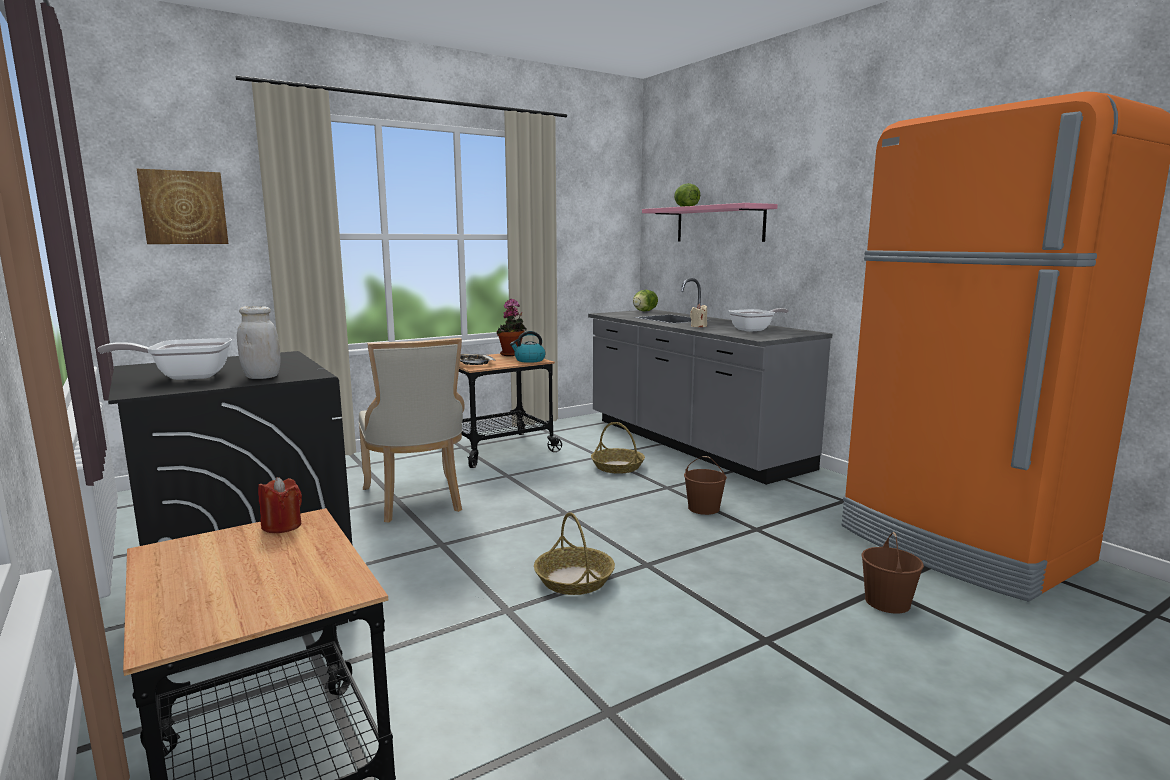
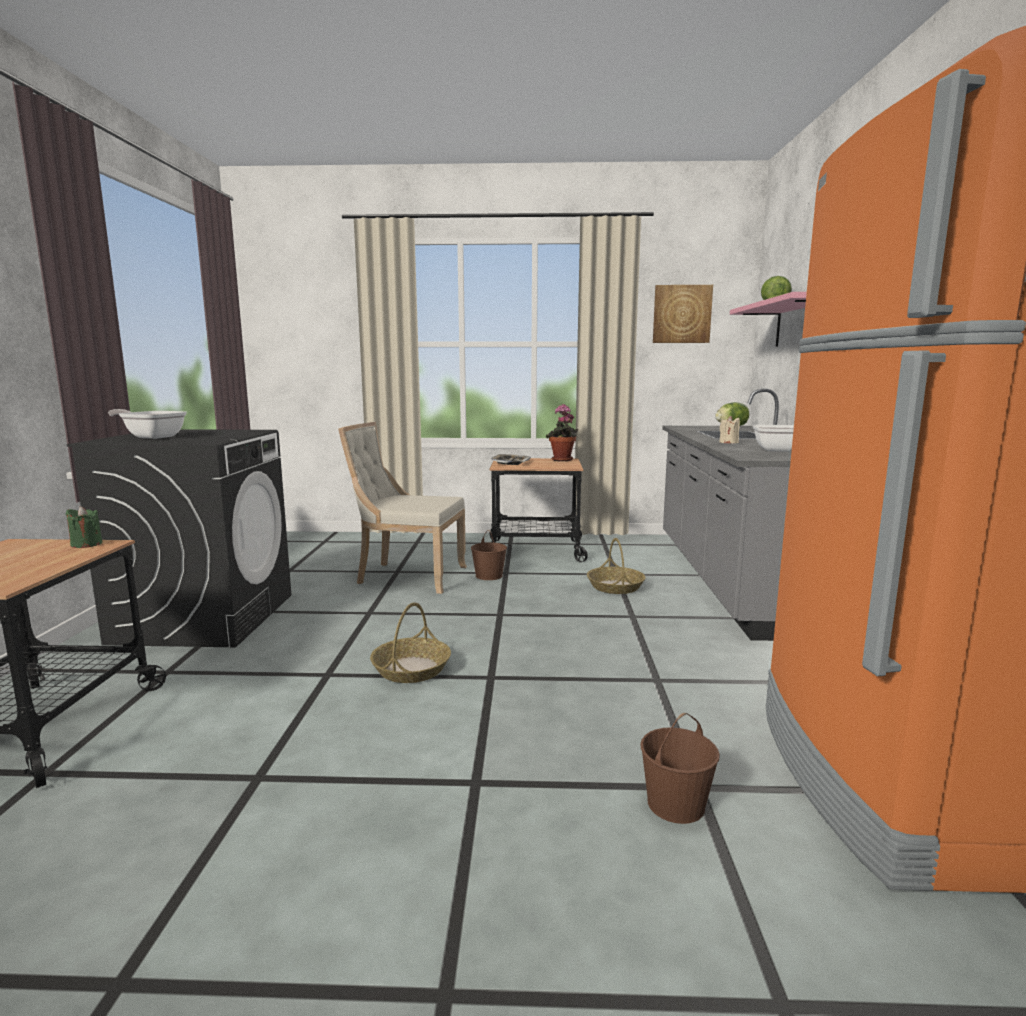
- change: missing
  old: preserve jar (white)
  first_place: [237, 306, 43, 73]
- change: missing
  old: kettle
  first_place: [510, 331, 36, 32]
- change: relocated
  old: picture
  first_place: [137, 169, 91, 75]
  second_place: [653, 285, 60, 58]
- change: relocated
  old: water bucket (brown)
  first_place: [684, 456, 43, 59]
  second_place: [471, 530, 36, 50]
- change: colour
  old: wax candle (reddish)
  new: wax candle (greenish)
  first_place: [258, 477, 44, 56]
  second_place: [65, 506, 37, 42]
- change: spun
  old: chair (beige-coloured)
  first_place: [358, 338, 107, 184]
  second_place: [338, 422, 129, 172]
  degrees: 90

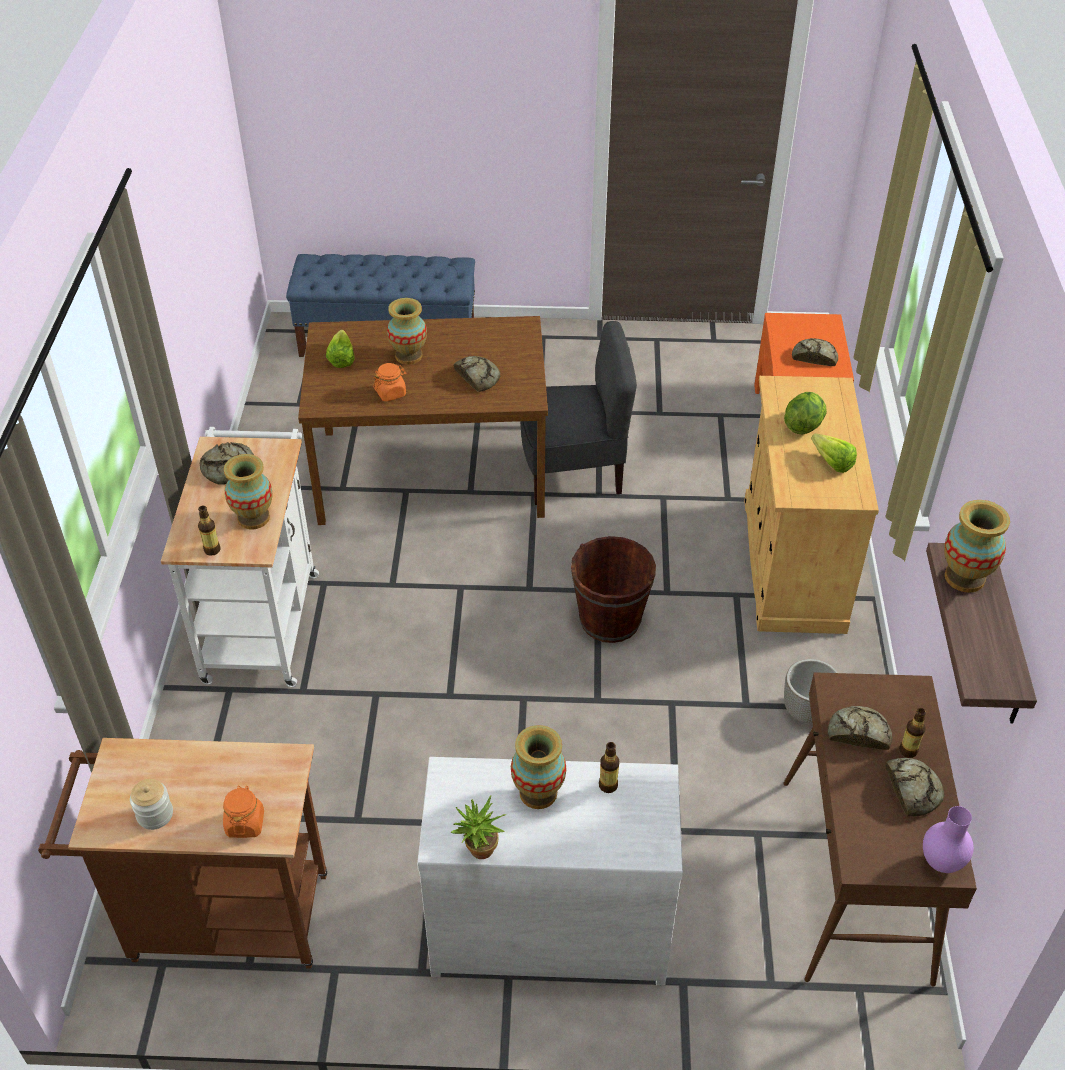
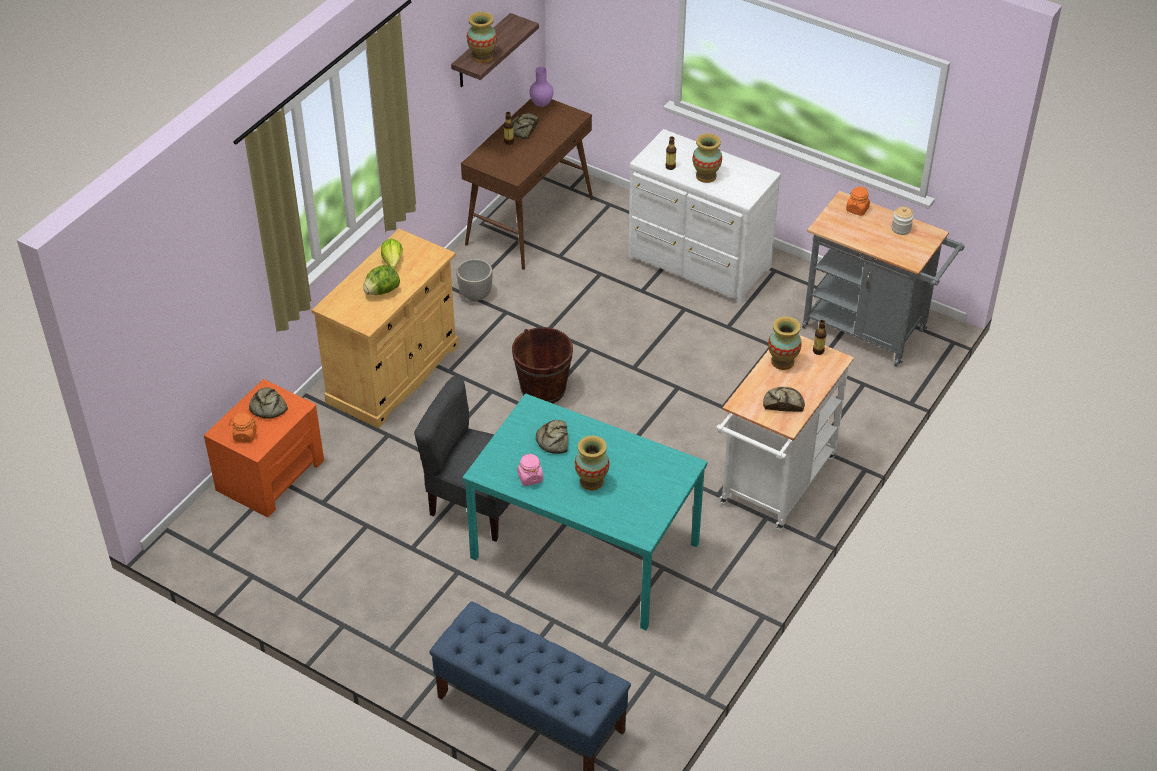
- change: missing
  old: head of lettuce
  first_place: [326, 330, 29, 38]
- change: missing
  old: houseplant
  first_place: [451, 796, 55, 63]
- change: missing
  old: bread
  first_place: [828, 706, 64, 44]
- change: appeared
  new: preserve jar (pink-coloured)
  second_place: [517, 453, 26, 33]
- change: relocated
  old: preserve jar (orange)
  first_place: [373, 363, 33, 39]
  second_place: [229, 413, 29, 29]
- change: colour
  old: wheeled cart (brown)
  new: wheeled cart (grey)
  first_place: [38, 738, 289, 230]
  second_place: [802, 191, 163, 176]
- change: colour
  old: kitchen table (brown)
  new: kitchen table (blue-green)
  first_place: [298, 316, 250, 209]
  second_place: [462, 393, 245, 237]

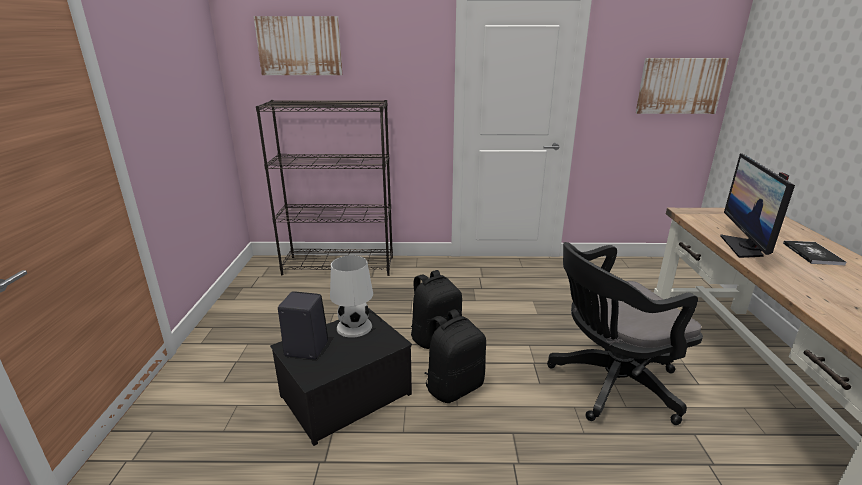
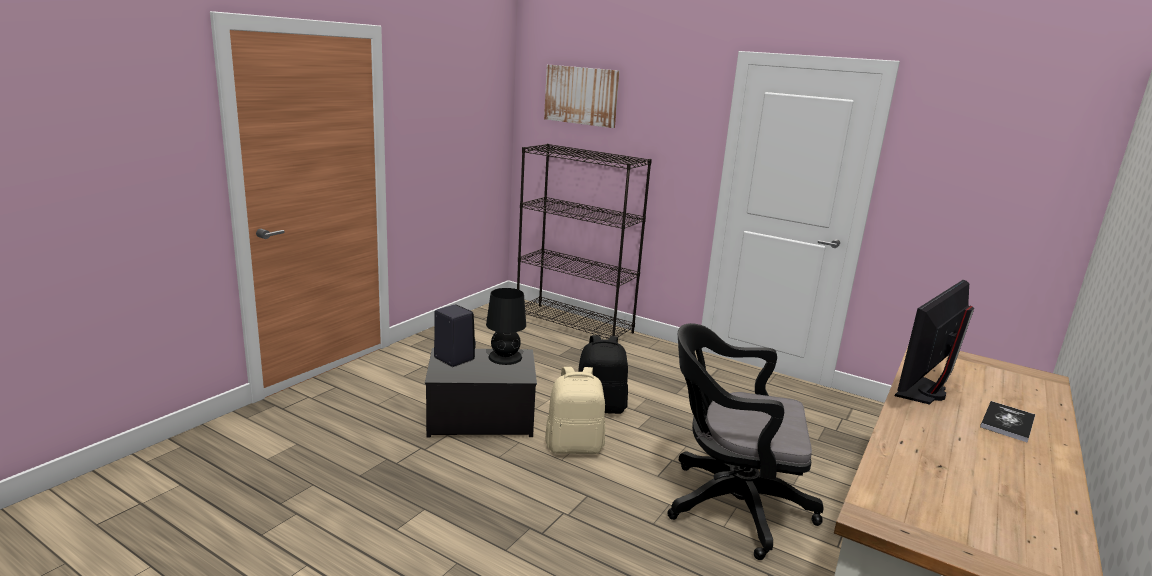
- change: missing
  old: picture
  first_place: [636, 58, 93, 56]
- change: colour
  old: table lamp (white)
  new: table lamp (black-coloured)
  first_place: [330, 255, 43, 83]
  second_place: [486, 288, 40, 77]
- change: colour
  old: backpack (black-coloured)
  new: backpack (beige-coloured)
  first_place: [424, 309, 62, 94]
  second_place: [545, 367, 60, 87]

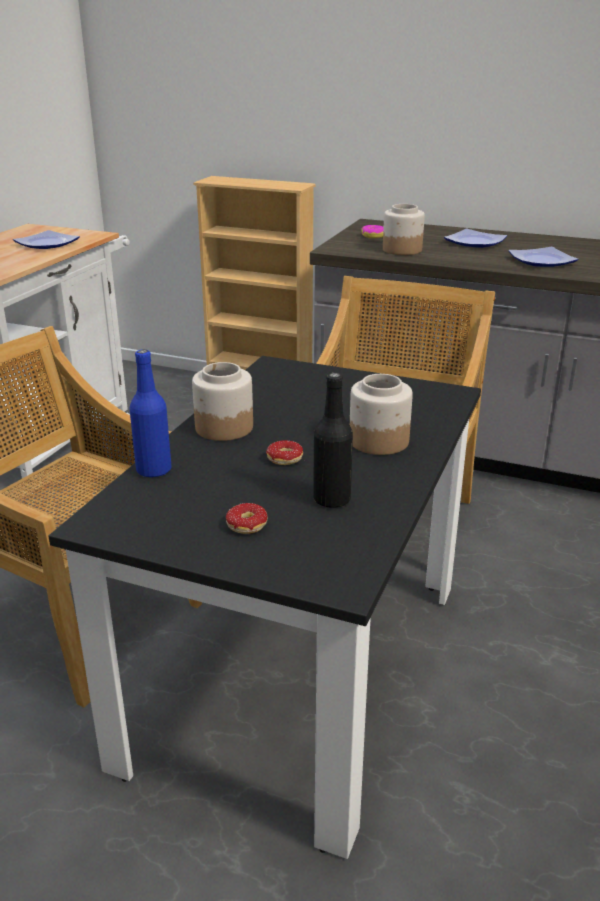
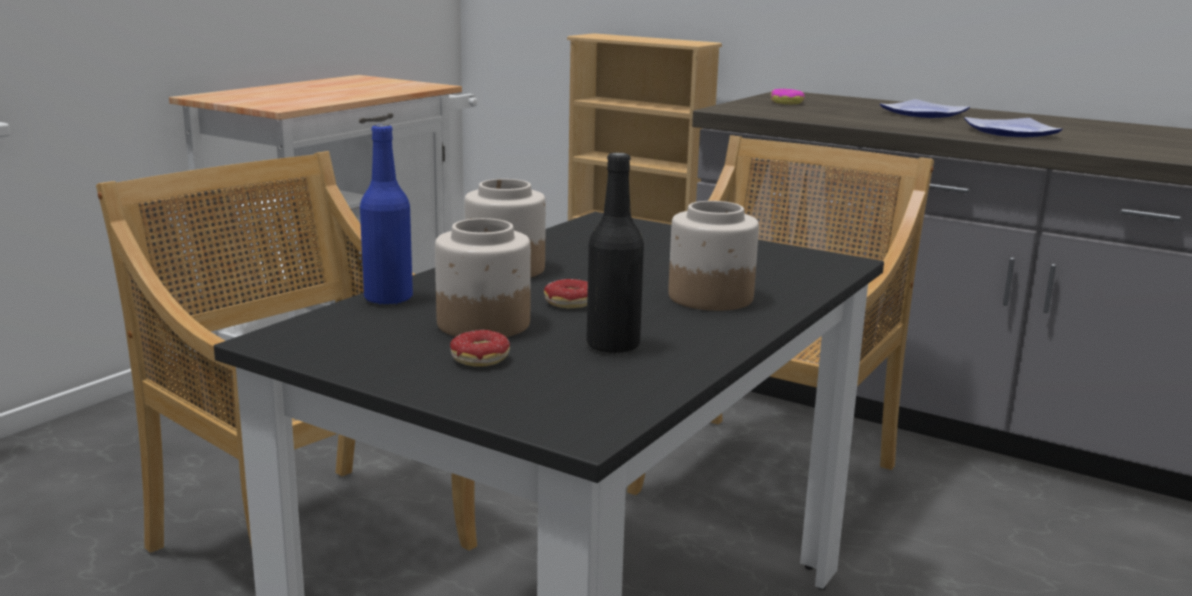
- change: missing
  old: plate
  first_place: [13, 230, 67, 19]
- change: relocated
  old: preserve jar
  first_place: [383, 204, 42, 51]
  second_place: [435, 218, 96, 119]

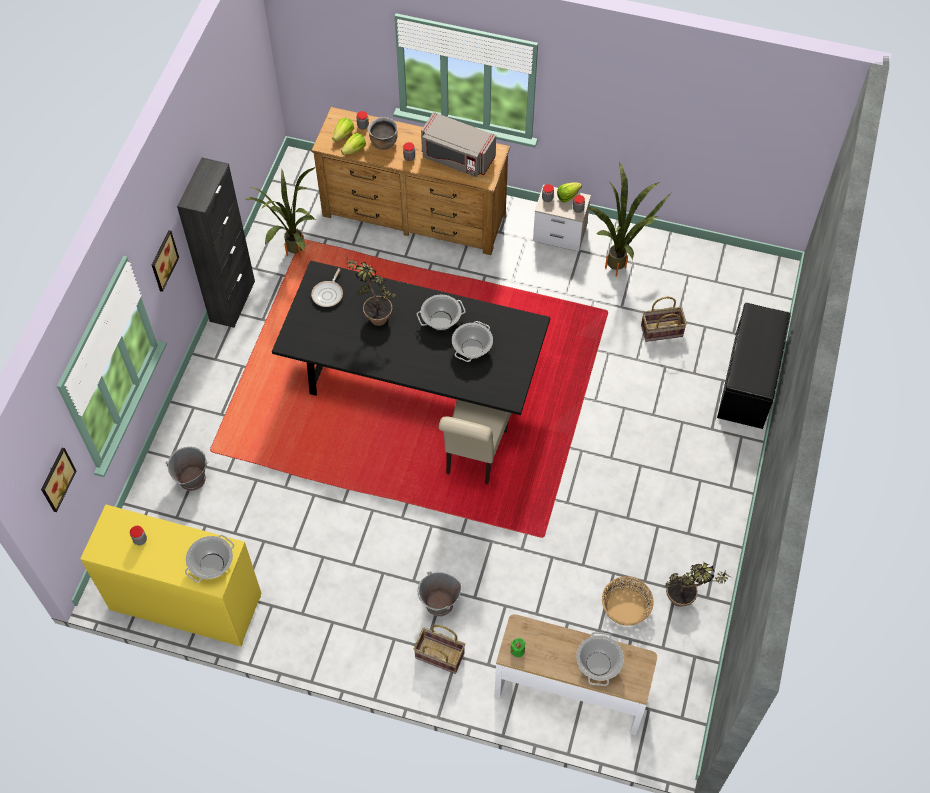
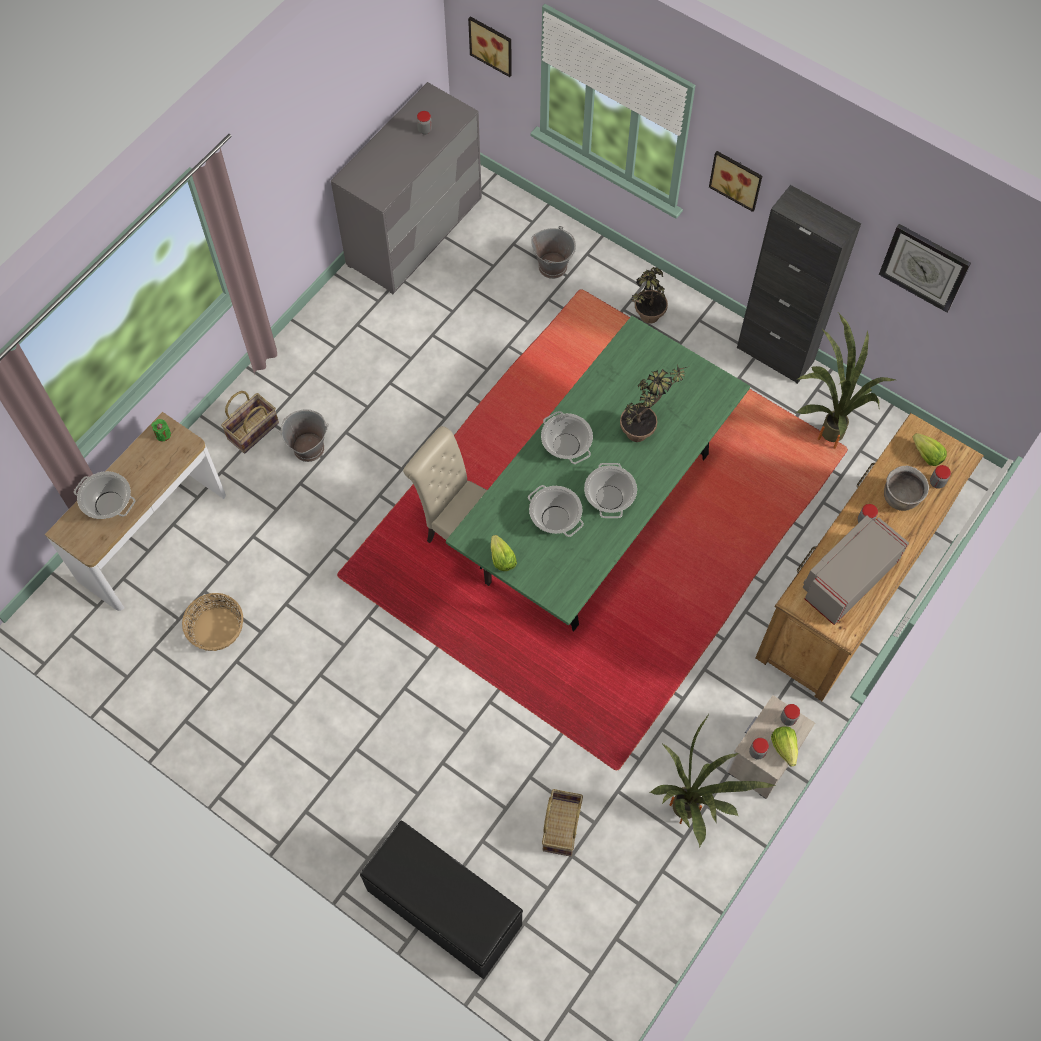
- change: missing
  old: pan
  first_place: [311, 268, 32, 39]
- change: appeared
  new: wall clock
  second_place: [879, 224, 92, 89]
- change: relocated
  old: stockpot
  first_place: [185, 535, 49, 48]
  second_place: [541, 411, 52, 53]
- change: relocated
  old: head of lettuce
  first_place: [341, 133, 25, 22]
  second_place: [491, 535, 26, 36]
- change: relocated
  old: houseplant
  first_place: [665, 561, 65, 46]
  second_place: [631, 267, 37, 57]
- change: colour
  old: dresser (yellow)
  new: dresser (grey)
  first_place: [80, 505, 181, 141]
  second_place: [331, 82, 151, 212]
- change: colour
  old: kitchen table (black-coloured)
  new: kitchen table (greenish)
  first_place: [272, 261, 278, 154]
  second_place: [446, 316, 304, 315]

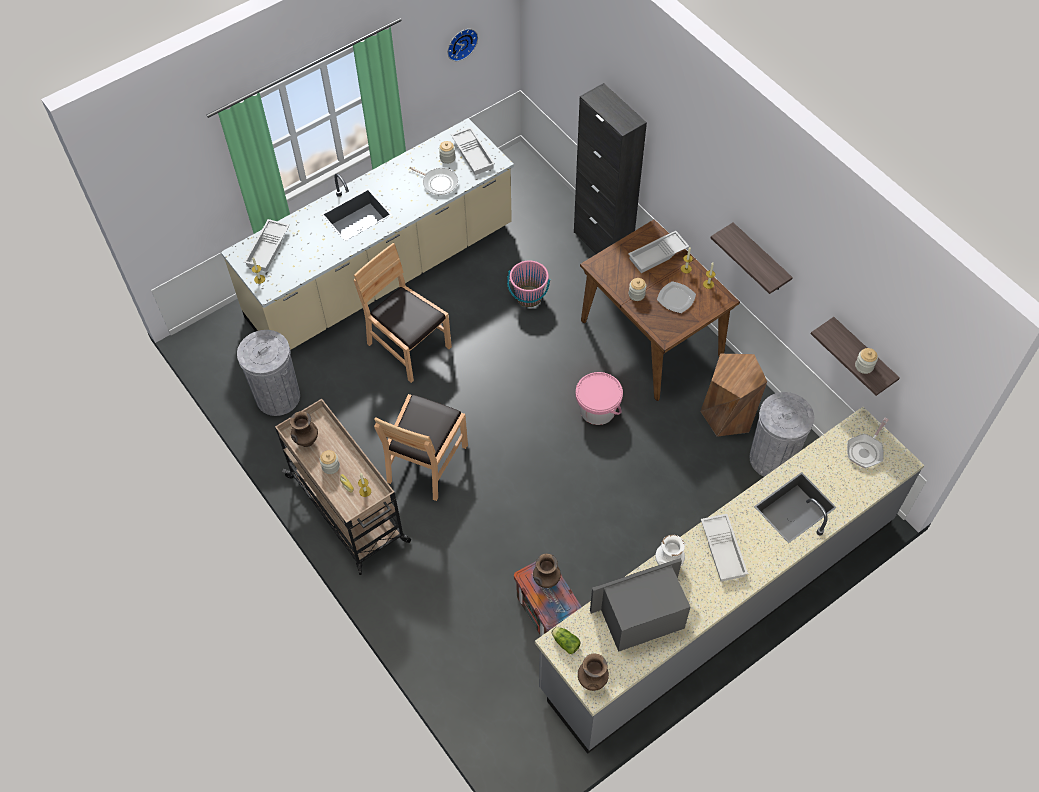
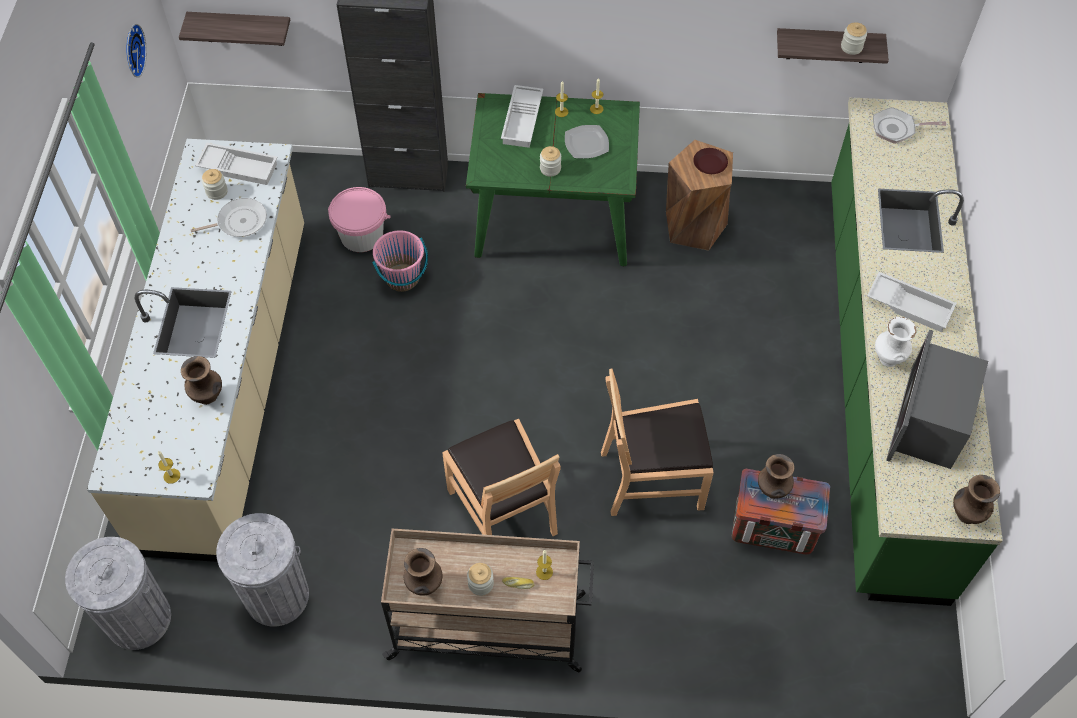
- change: missing
  old: serving tray (white)
  first_place: [244, 219, 46, 53]
- change: missing
  old: head of lettuce
  first_place: [551, 627, 30, 27]
- change: appeared
  new: decorative vase (brown)
  second_place: [181, 356, 41, 49]
- change: appeared
  new: plate (brown)
  second_place: [693, 148, 35, 26]
- change: relocated
  old: chair (brown)
  first_place: [354, 243, 98, 140]
  second_place: [601, 369, 113, 147]
- change: relocated
  old: water bucket (pink-coloured)
  first_place: [576, 372, 47, 53]
  second_place: [328, 187, 63, 65]
- change: relocated
  old: bracket shelf
  first_place: [711, 223, 82, 71]
  second_place: [179, 12, 111, 34]
- change: relocated
  old: waste bin (grey)
  first_place: [750, 392, 64, 85]
  second_place: [65, 537, 106, 113]
- change: colour
  old: kitchen counter (grey)
  new: kitchen counter (greenish)
  first_place: [535, 407, 389, 347]
  second_place: [831, 97, 172, 509]
- change: colour
  old: kitchen table (brown)
  new: kitchen table (greenish)
  first_place: [580, 219, 160, 182]
  second_place: [466, 93, 174, 173]
- change: spun
  old: pan
  first_place: [847, 418, 42, 50]
  second_place: [873, 107, 73, 37]
  degrees: 105

